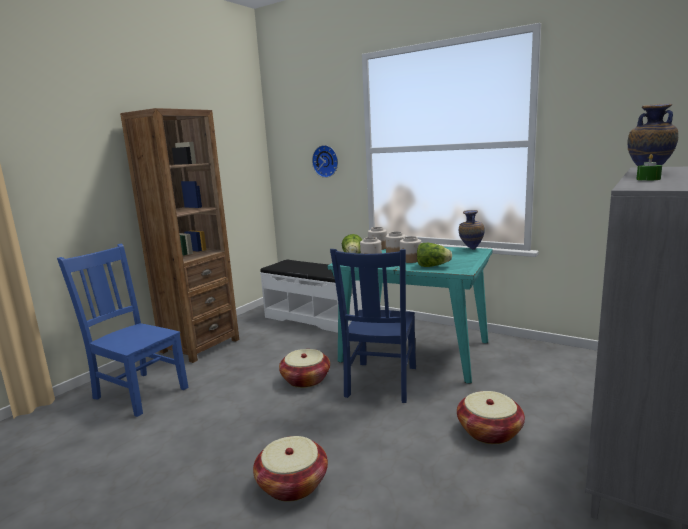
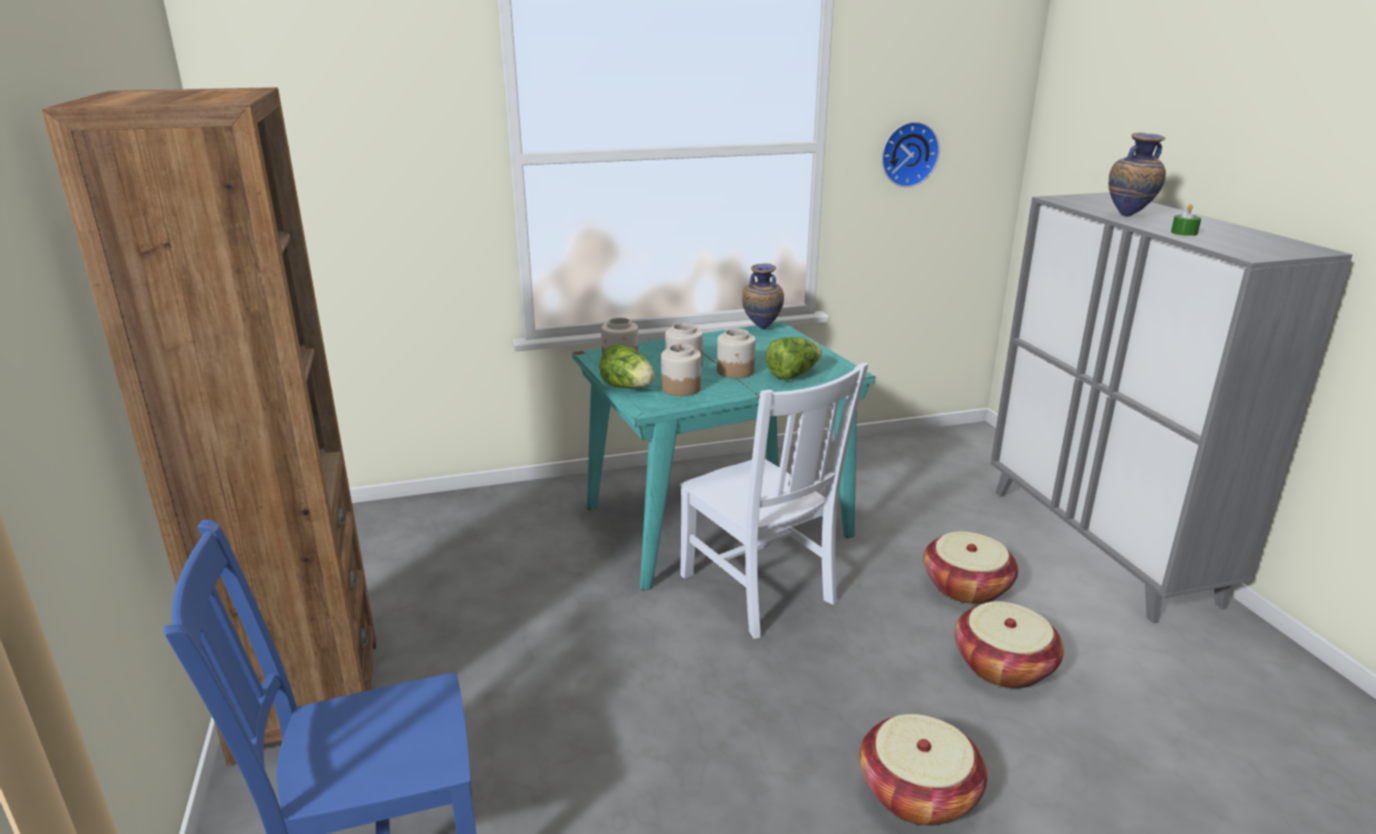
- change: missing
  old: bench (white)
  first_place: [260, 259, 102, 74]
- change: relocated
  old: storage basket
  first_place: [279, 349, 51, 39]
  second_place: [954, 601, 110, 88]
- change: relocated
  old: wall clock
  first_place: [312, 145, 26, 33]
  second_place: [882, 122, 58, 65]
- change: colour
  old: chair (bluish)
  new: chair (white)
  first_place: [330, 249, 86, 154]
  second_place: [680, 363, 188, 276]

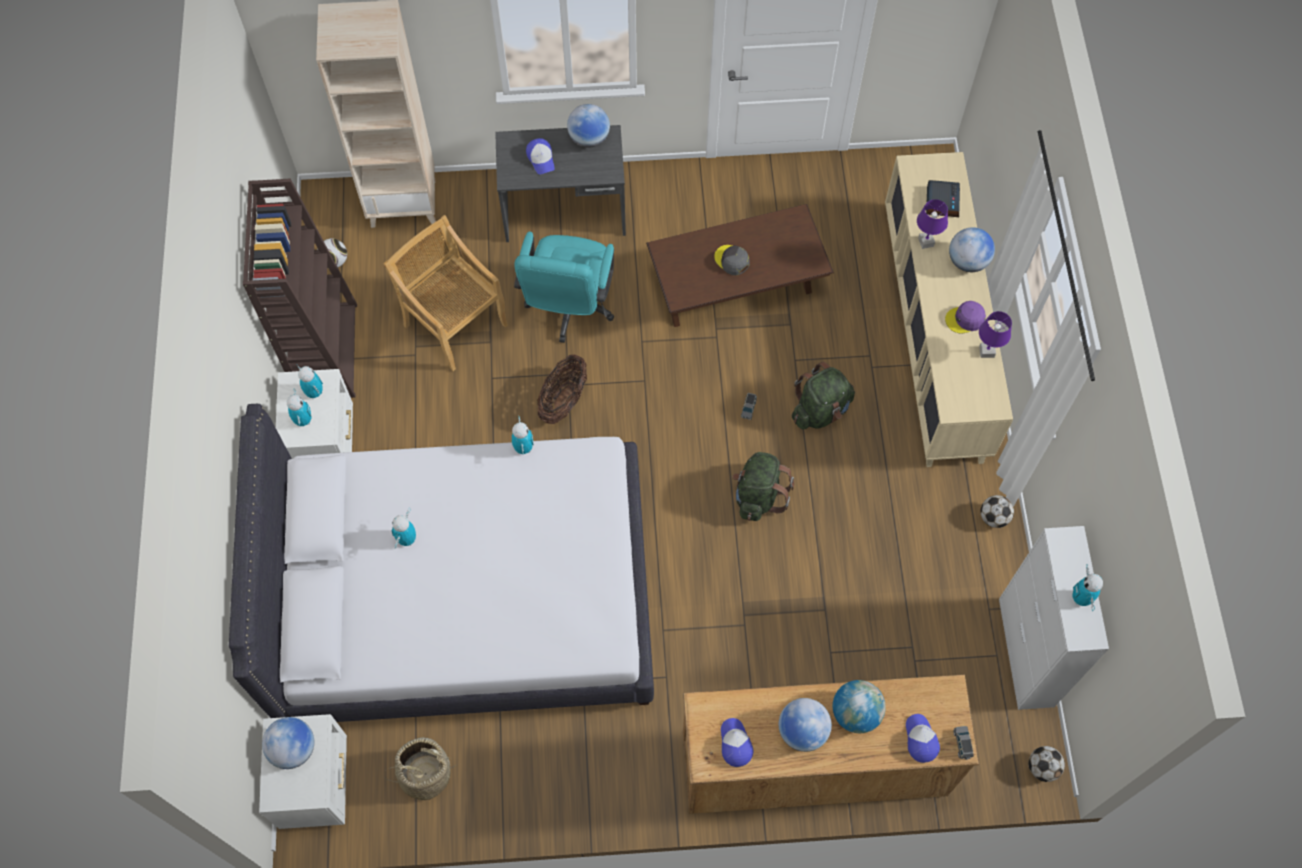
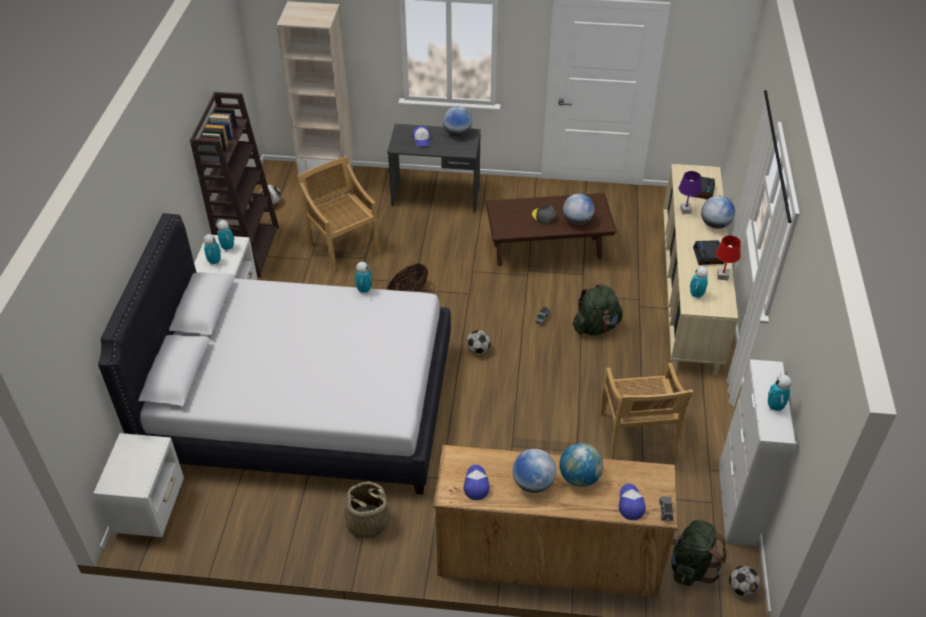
- change: missing
  old: desk chair (blue-green)
  first_place: [514, 231, 100, 112]
- change: appeared
  new: chair (beige-coloured)
  second_place: [600, 363, 93, 97]
- change: relocated
  old: world globe
  first_place: [262, 717, 52, 52]
  second_place: [563, 193, 31, 32]
- change: relocated
  old: storage basket
  first_place: [383, 737, 73, 63]
  second_place: [334, 481, 60, 58]
- change: relocated
  old: model robot
  first_place: [392, 507, 24, 42]
  second_place: [690, 266, 18, 33]
- change: relocated
  old: backpack (greenish)
  first_place: [733, 452, 61, 69]
  second_place: [671, 520, 56, 66]
- change: relocated
  old: football
  first_place: [980, 495, 34, 33]
  second_place: [467, 330, 24, 24]
- change: exchanged
  old: cap (purplish)
  new: table clock
  first_place: [945, 301, 41, 32]
  second_place: [693, 240, 32, 25]
- change: colour
  old: table lamp (purplish)
  new: table lamp (reddish)
  first_place: [979, 311, 33, 47]
  second_place: [716, 236, 25, 44]

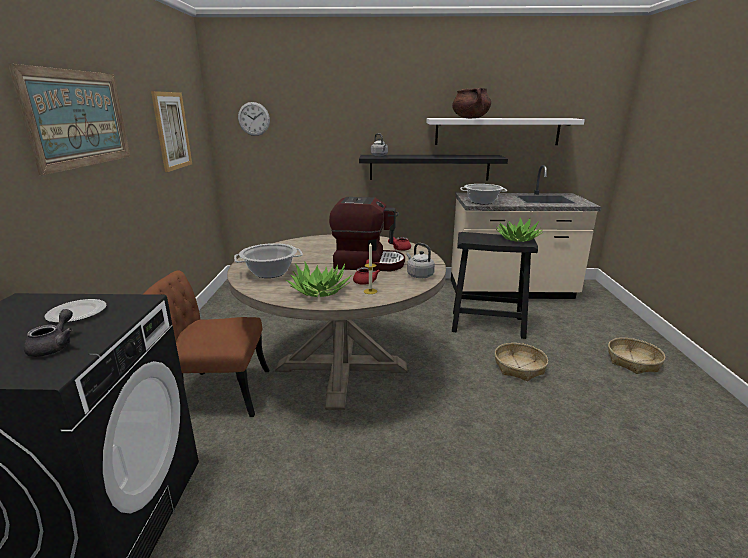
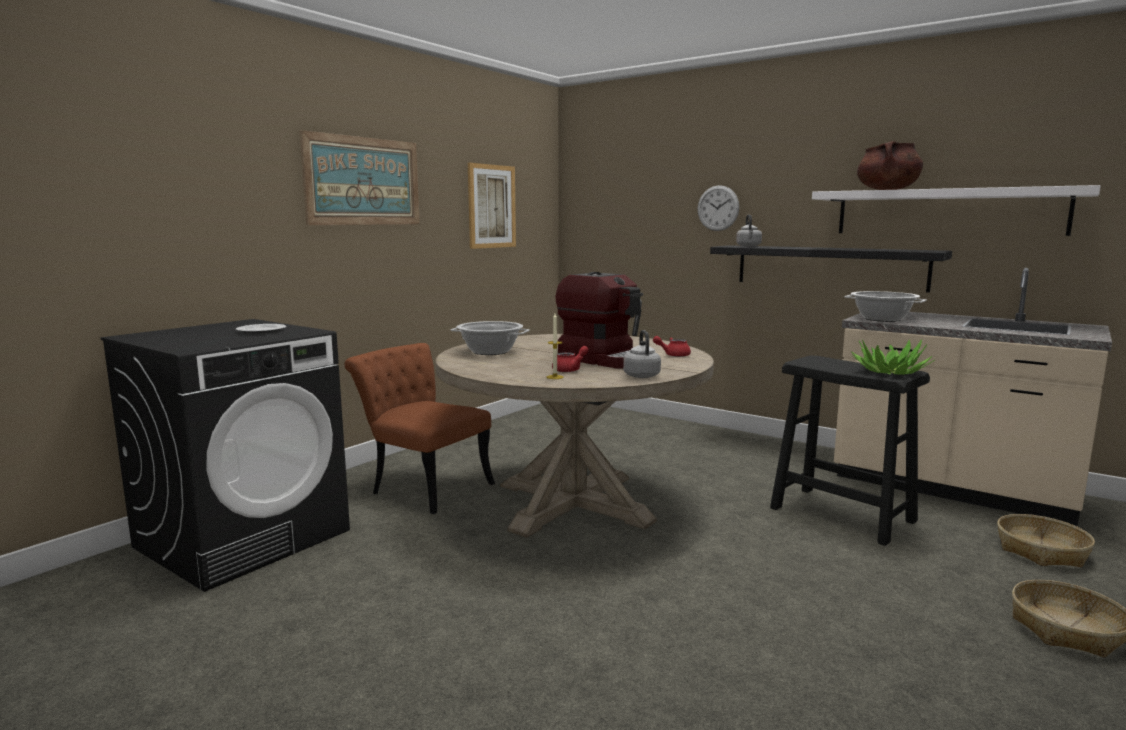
- change: missing
  old: tea pot (grey)
  first_place: [24, 309, 49, 48]
- change: missing
  old: houseplant
  first_place: [286, 261, 66, 36]
- change: relocated
  old: wall clock
  first_place: [238, 102, 32, 34]
  second_place: [697, 185, 42, 46]
- change: relocated
  old: storage basket
  first_place: [495, 343, 53, 38]
  second_place: [997, 514, 98, 53]

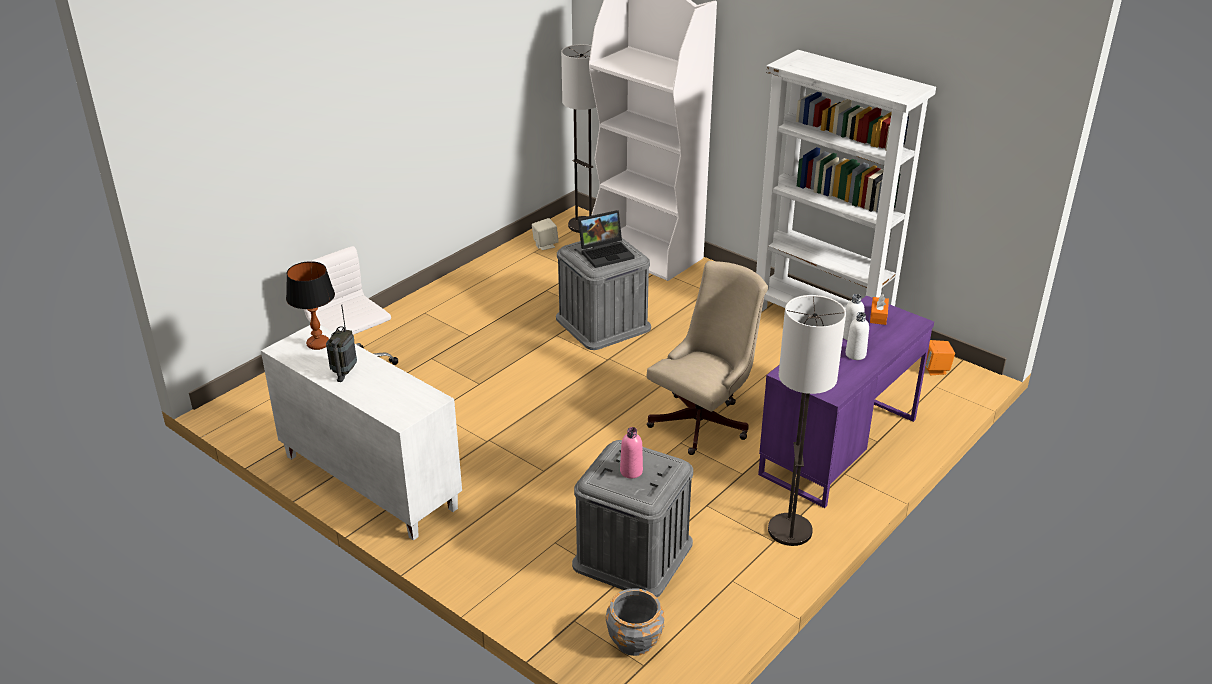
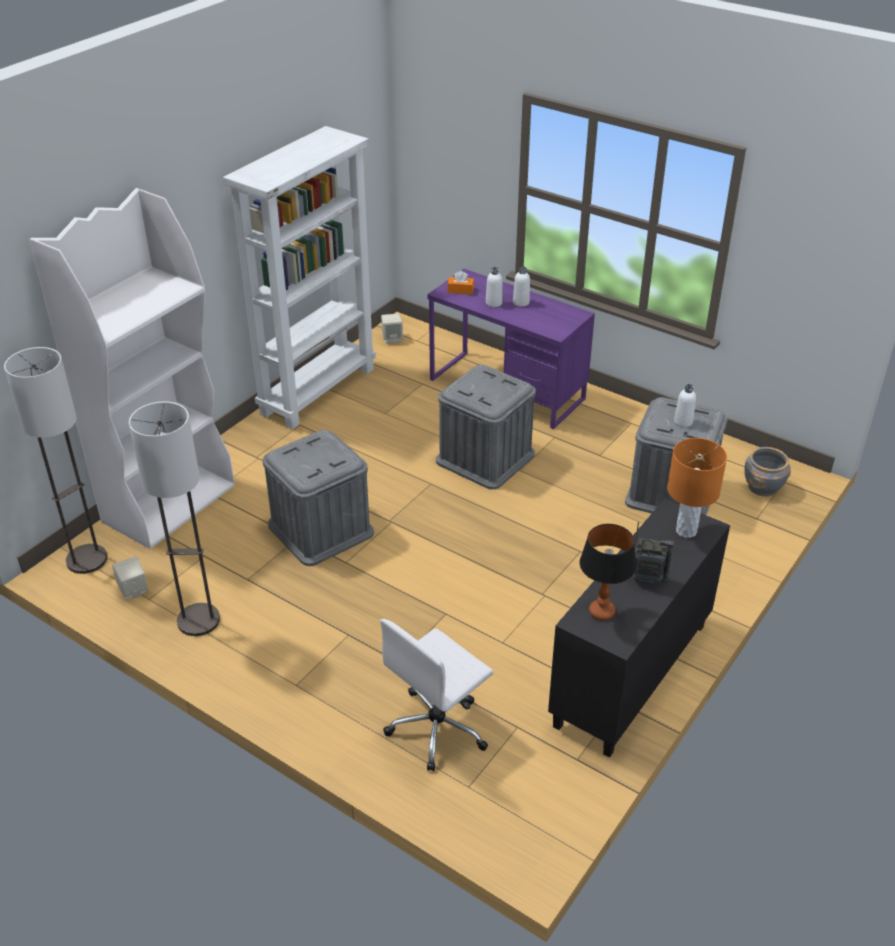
- change: missing
  old: laptop
  first_place: [578, 210, 57, 58]
- change: appeared
  new: table lamp (orange)
  second_place: [667, 438, 60, 100]
- change: relocated
  old: standing lamp
  first_place: [768, 295, 78, 251]
  second_place: [129, 401, 91, 235]
- change: exchanged
  old: desk chair (beige-coloured)
  new: storage container (grey)
  first_place: [647, 261, 121, 194]
  second_place: [436, 364, 100, 125]
- change: colour
  old: storage cabinet (white)
  new: storage cabinet (black-coloured)
  first_place: [261, 325, 201, 216]
  second_place: [548, 499, 182, 259]
- change: colour
  old: bottle (pink-coloured)
  new: bottle (white)
  first_place: [620, 427, 23, 52]
  second_place: [674, 384, 22, 43]
- change: colour
  old: speaker (orange)
  new: speaker (beige-coloured)
  first_place: [925, 340, 30, 35]
  second_place: [381, 313, 22, 30]

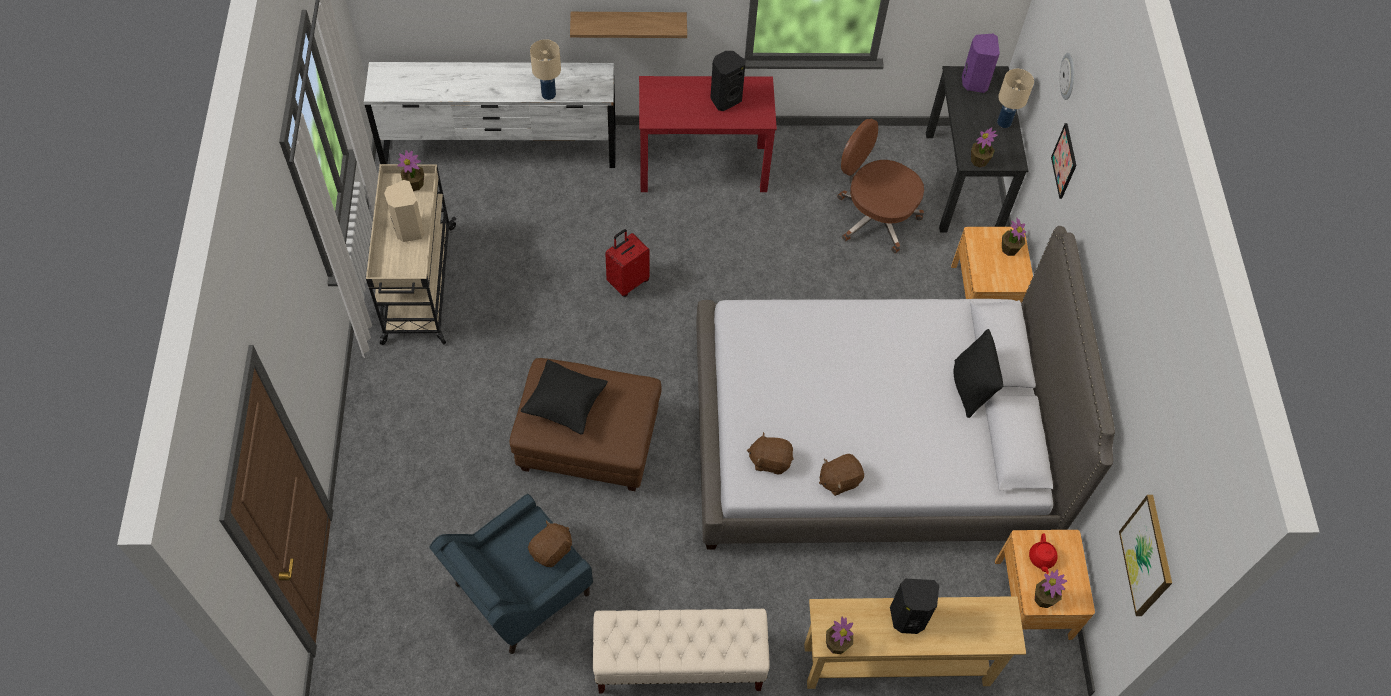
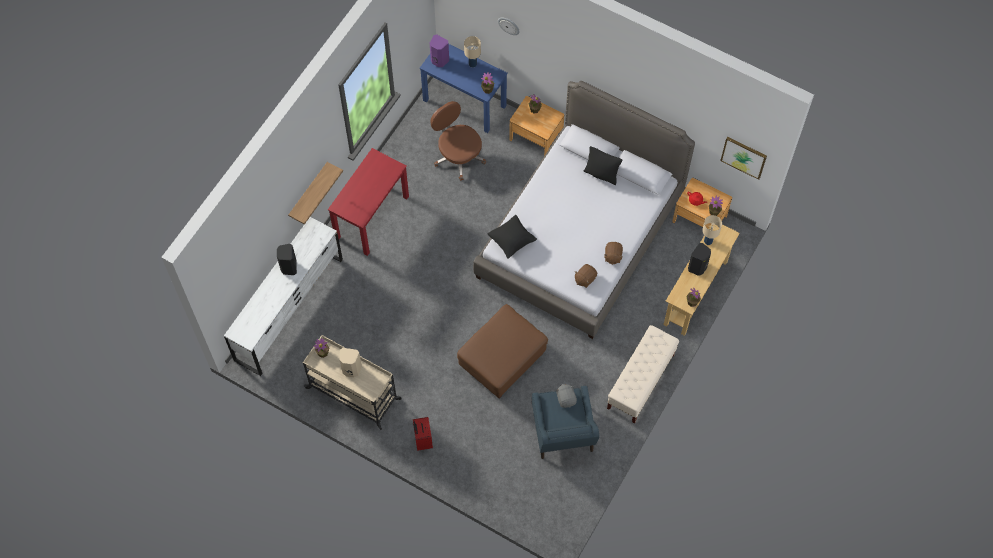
- change: missing
  old: picture
  first_place: [1051, 123, 25, 76]
- change: relocated
  old: cushion (black-coloured)
  first_place: [521, 360, 87, 75]
  second_place: [487, 215, 50, 44]
- change: relocated
  old: table lamp (beige-coloured)
  first_place: [530, 39, 31, 61]
  second_place: [702, 215, 20, 30]
- change: relocated
  old: suitcase (reddish)
  first_place: [605, 229, 45, 68]
  second_place: [413, 417, 20, 34]
- change: relocated
  old: speaker (black-coloured)
  first_place: [710, 51, 36, 60]
  second_place: [277, 244, 20, 31]
- change: colour
  old: cuddly toy (brown)
  new: cuddly toy (grey)
  first_place: [528, 520, 44, 47]
  second_place: [555, 384, 22, 24]
- change: colour
  old: desk unit (black-coloured)
  new: desk unit (bluish)
  first_place: [926, 66, 102, 167]
  second_place: [420, 44, 88, 89]
- change: spun
  old: desk chair (brown)
  first_place: [837, 119, 87, 134]
  second_place: [431, 101, 55, 80]
  degrees: 75

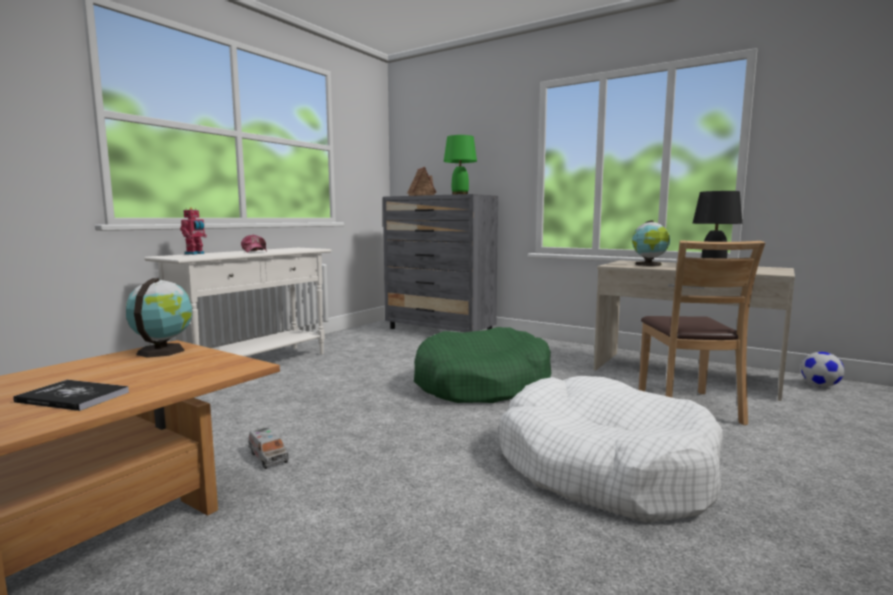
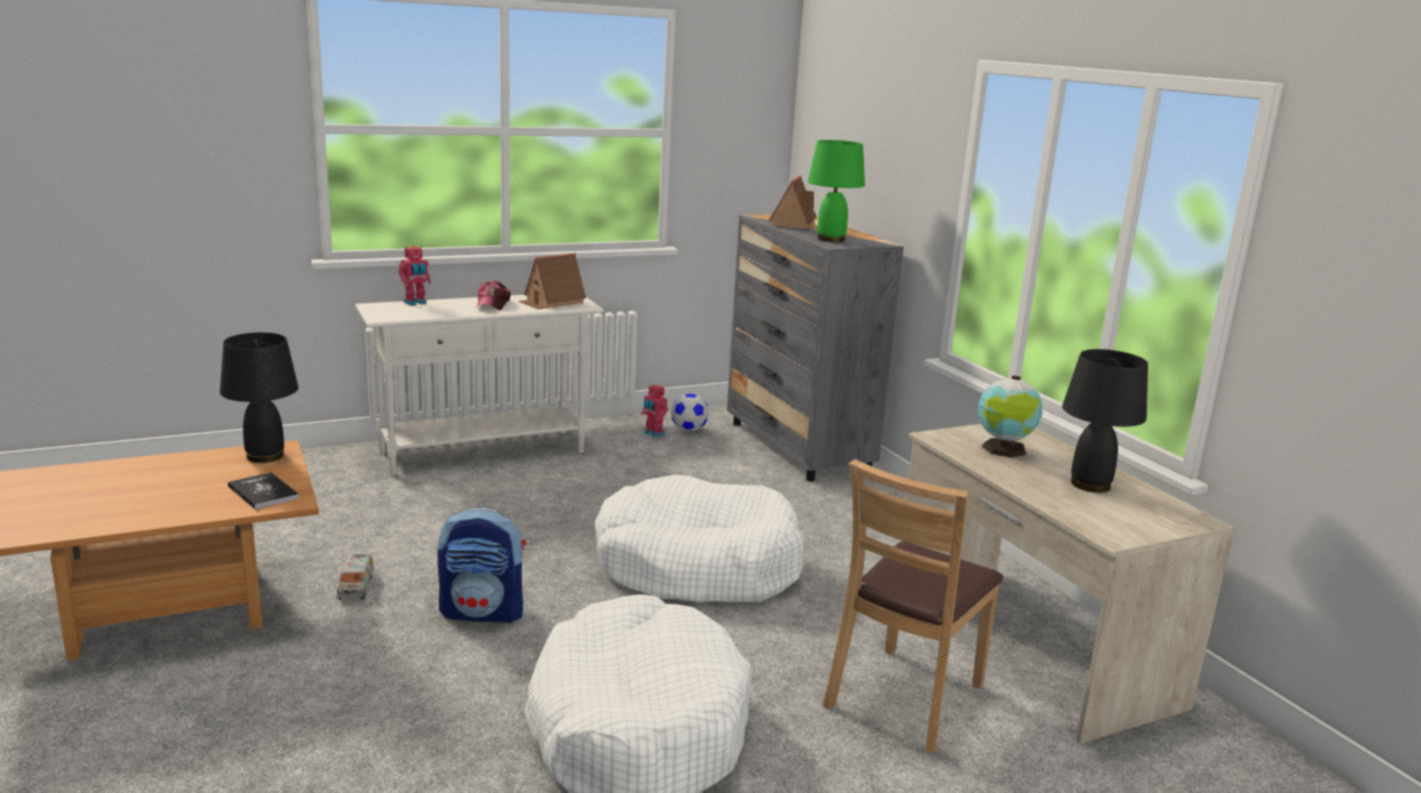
- change: appeared
  new: backpack
  second_place: [437, 507, 89, 117]
- change: appeared
  new: miniature house
  second_place: [518, 253, 68, 56]
- change: appeared
  new: model robot
  second_place: [641, 384, 27, 53]
- change: relocated
  old: book
  first_place: [13, 380, 116, 31]
  second_place: [228, 472, 71, 38]
- change: relocated
  old: football
  first_place: [801, 352, 43, 35]
  second_place: [671, 394, 38, 37]
- change: exchanged
  old: world globe
  new: table lamp (black-coloured)
  first_place: [126, 278, 66, 80]
  second_place: [220, 332, 78, 131]
- change: colour
  old: dog cushion (greenish)
  new: dog cushion (white)
  first_place: [414, 327, 138, 76]
  second_place: [595, 475, 209, 127]

